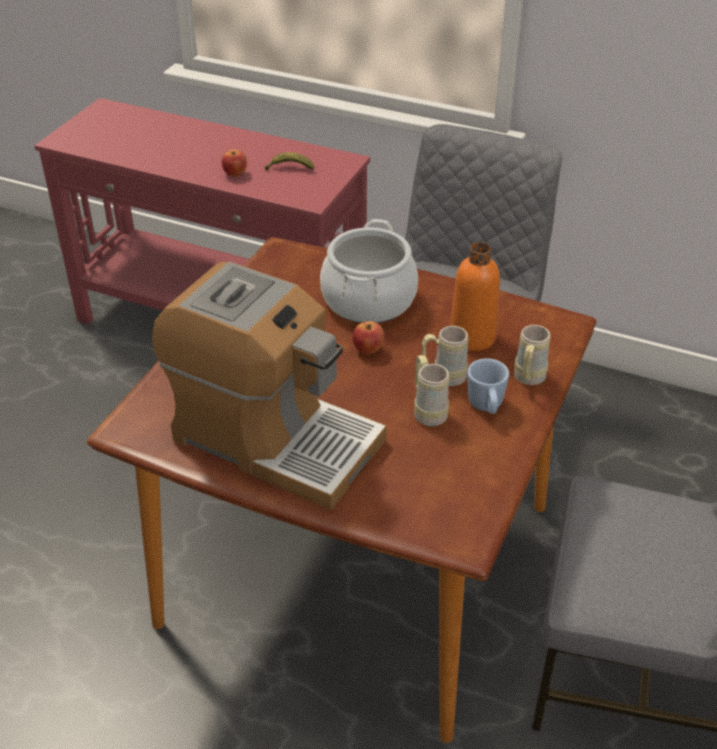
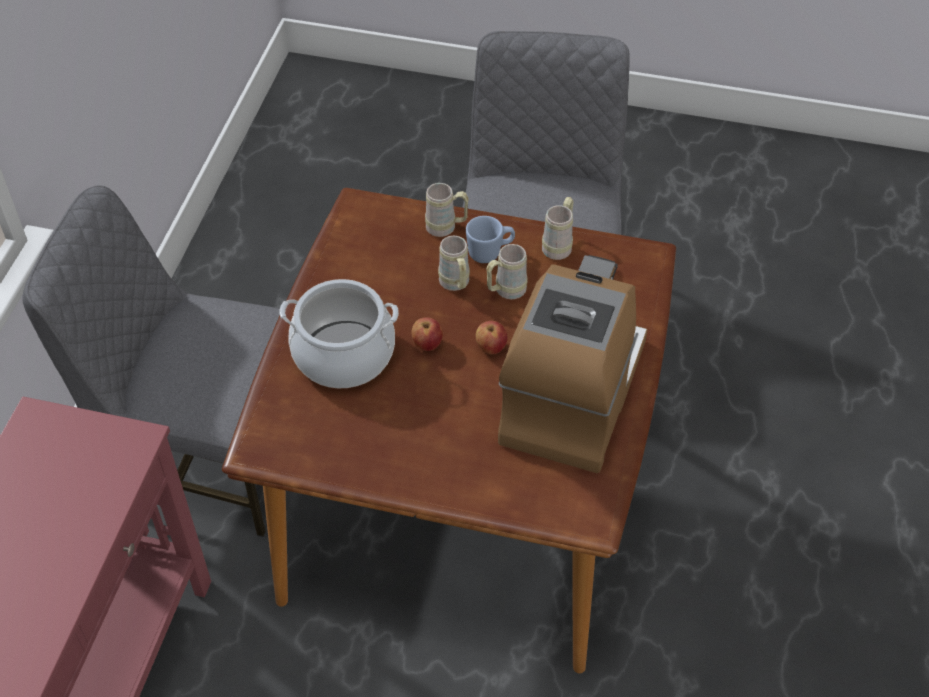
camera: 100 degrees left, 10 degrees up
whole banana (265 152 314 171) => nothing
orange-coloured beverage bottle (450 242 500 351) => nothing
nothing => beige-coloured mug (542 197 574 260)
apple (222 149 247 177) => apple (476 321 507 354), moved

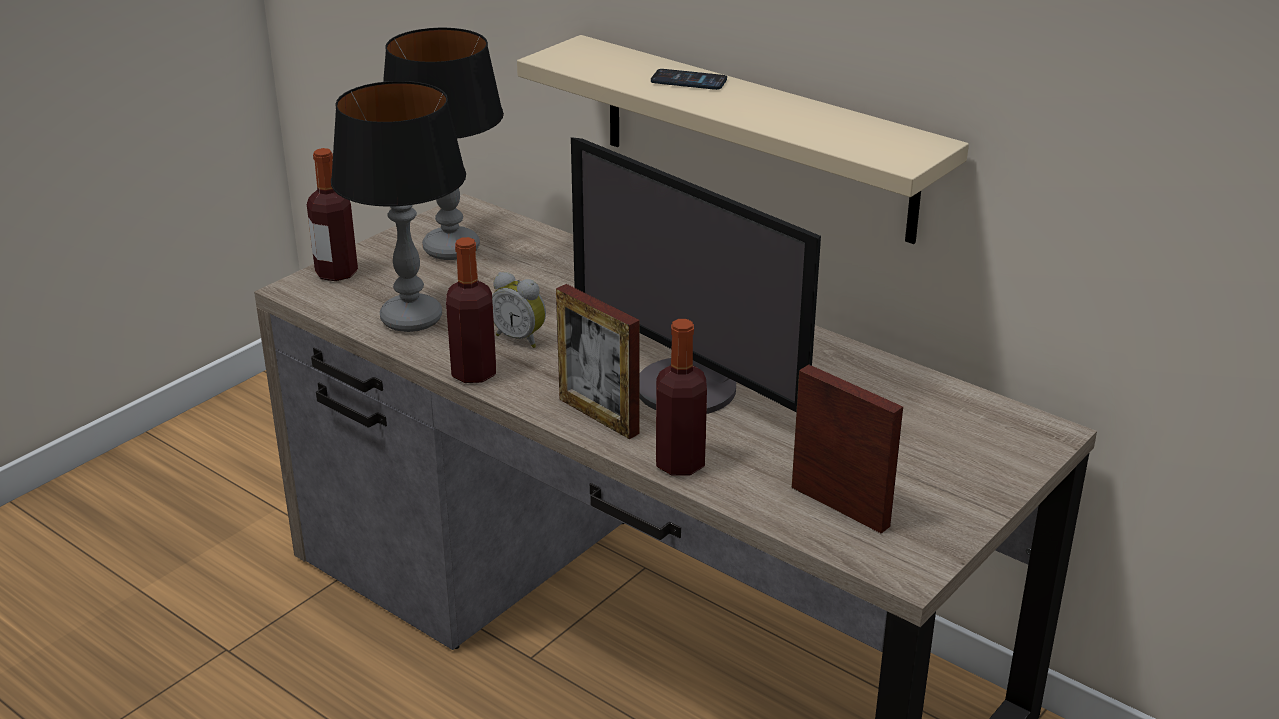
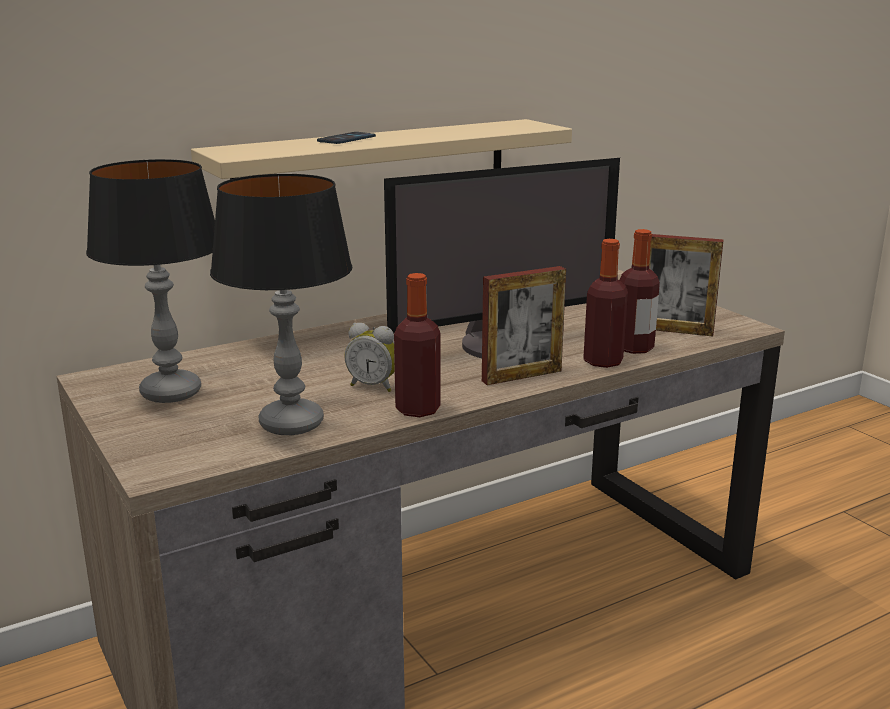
camera: 70 degrees left, 10 degrees down
beverage bottle (307 148 358 281) => beverage bottle (619 229 660 354), moved
alarm clock (492 272 546 348) => alarm clock (344 323 395 392), 60 degrees clockwise
standing frame (792 365 903 533) => standing frame (649 234 724 336), 135 degrees counterclockwise

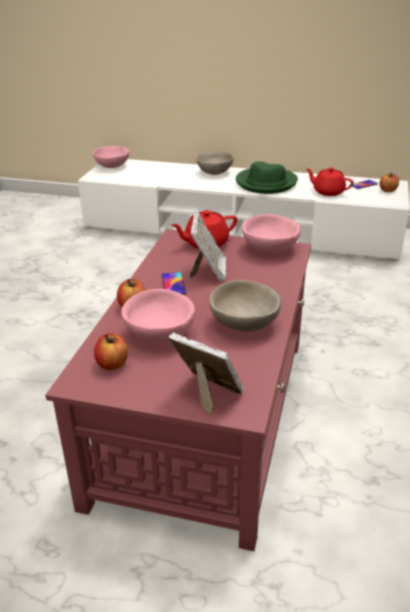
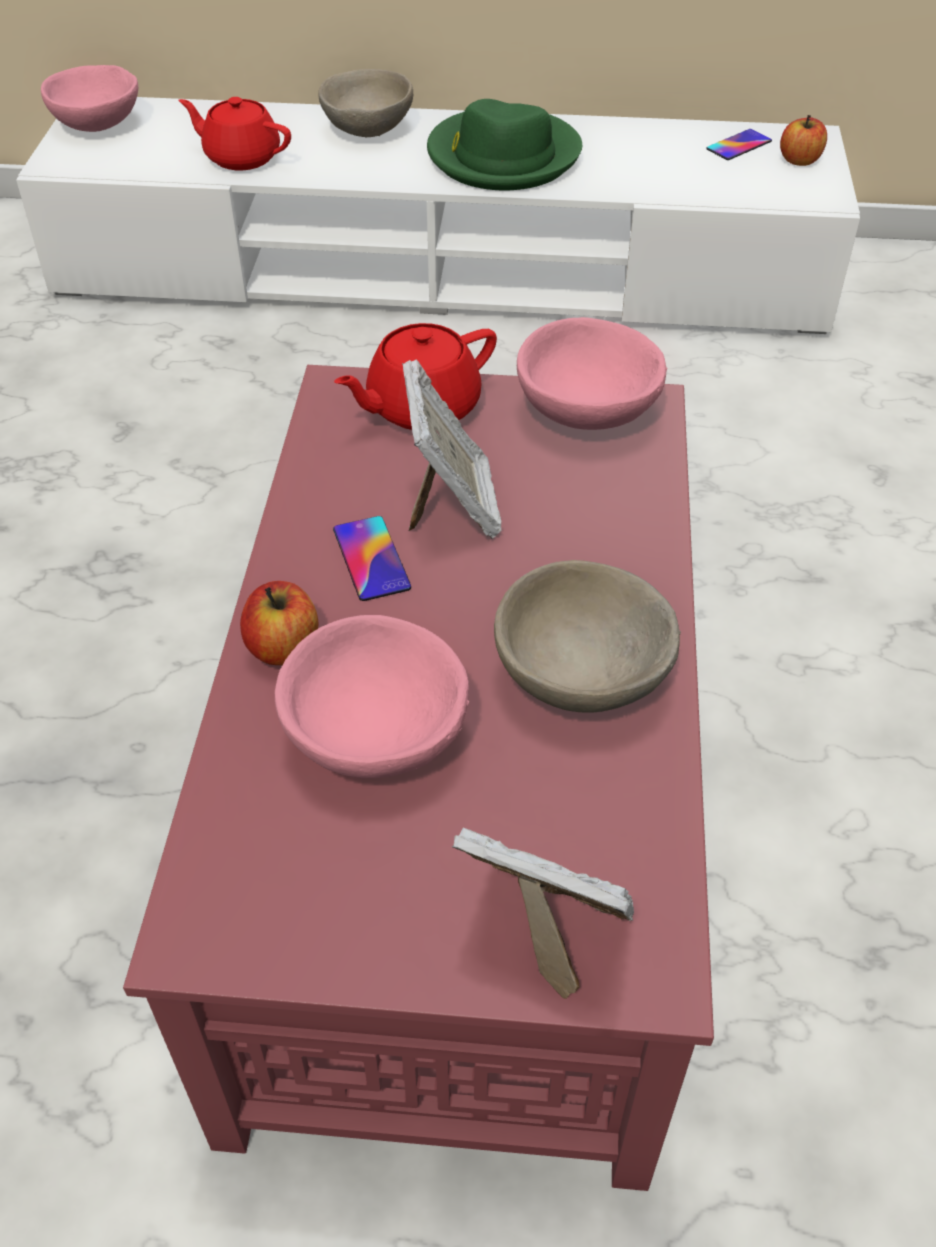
camera: 10 degrees left, 15 degrees up
apple (94 333 128 370) => nothing
red-coloured teapot (305 167 354 196) => red-coloured teapot (179 97 291 170), moved

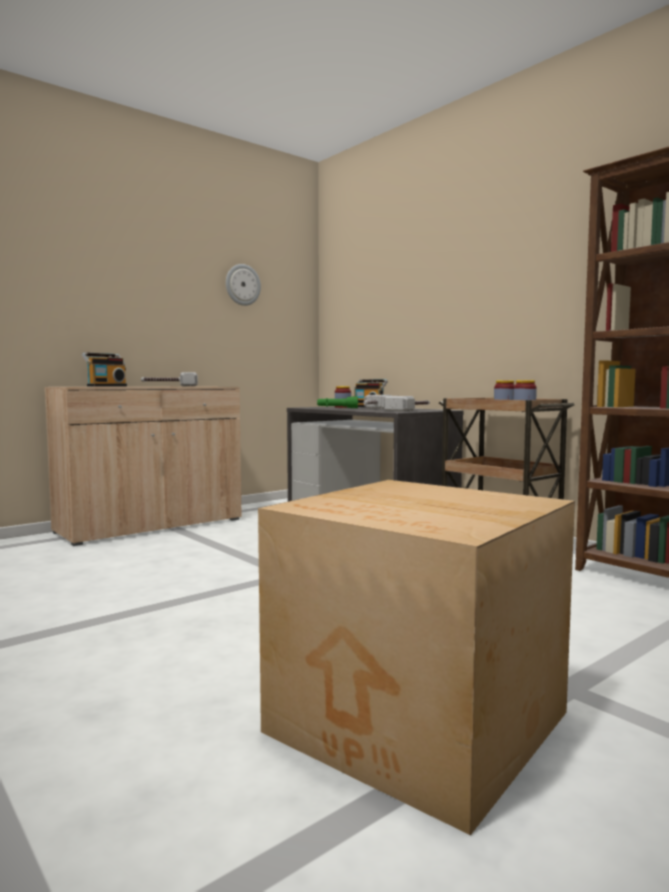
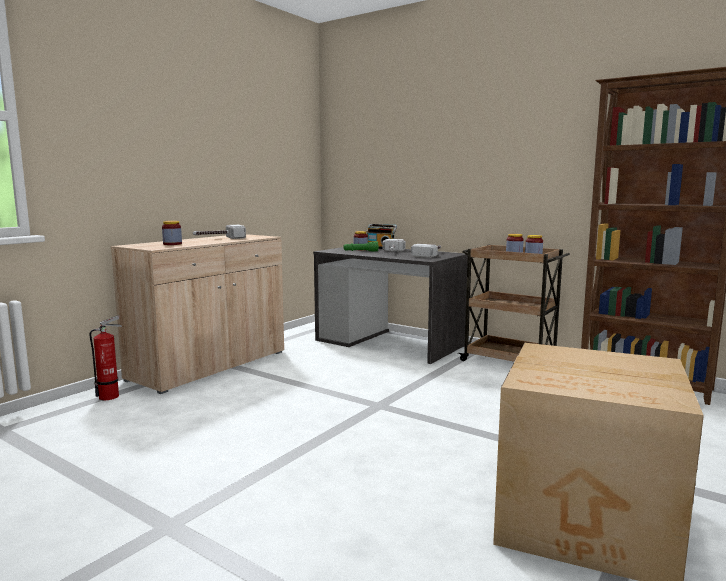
camera: 15 degrees left, 5 degrees up
wall clock (226 264 261 306) => nothing
nothing => extinguisher (90 315 122 400)
radio receiver (82 352 127 387) => preserve jar (162 221 182 245)

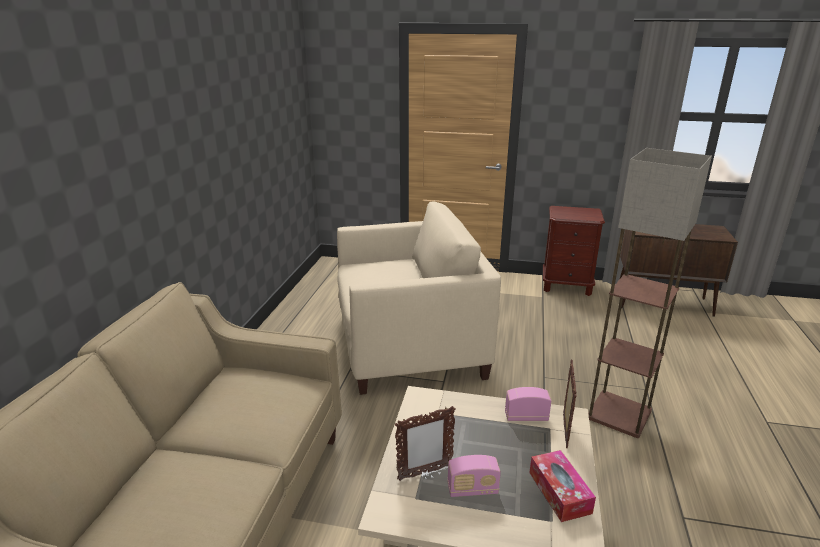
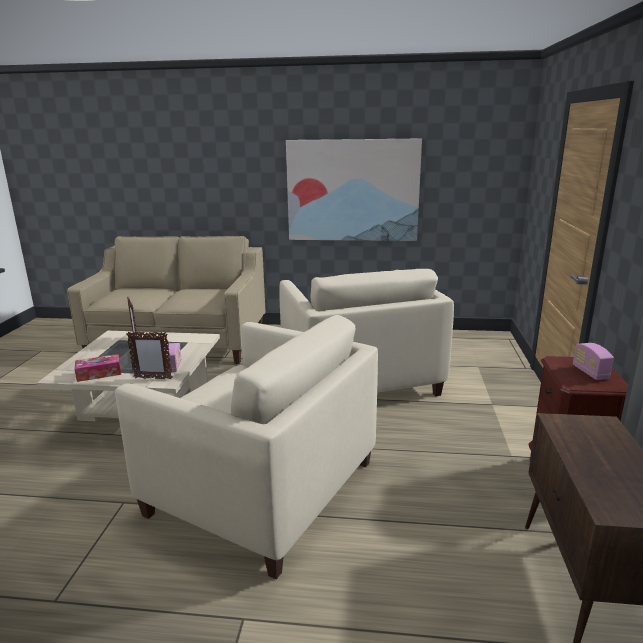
camera: 85 degrees right, 5 degrees down
nothing => picture (286 139 422 241)
radio receiver (447 455 501 497) => radio receiver (573 343 614 380), moved
floor lamp (588 148 712 438) => beige-coloured easy chair (115 315 378 579)

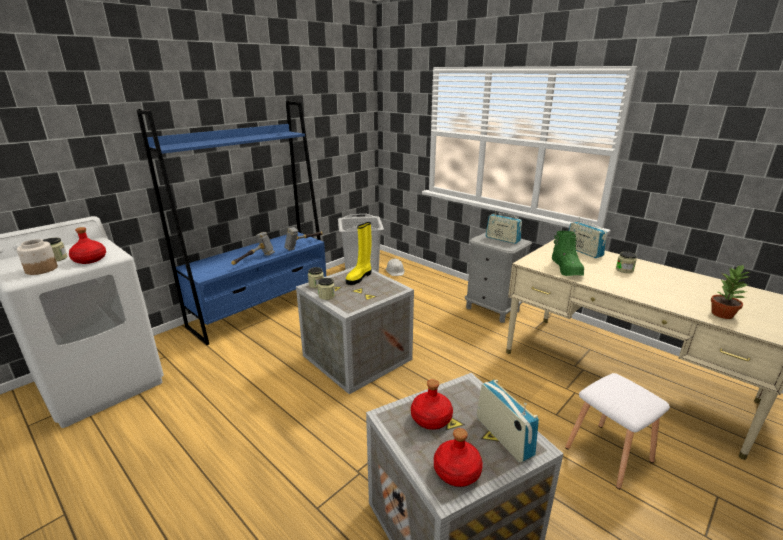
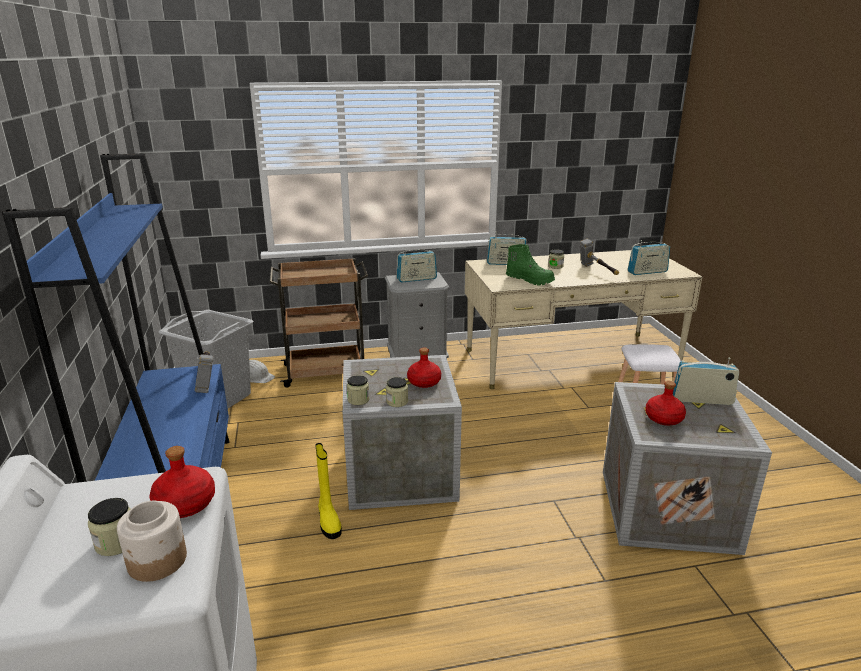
camera: 55 degrees left, 0 degrees up
nothing => brown-coloured cart (269 258 368 388)
tool hammer (231 232 275 265) => tool hammer (580 239 619 275), moved
yellow-coloured boot (346 222 371 285) => yellow-coloured boot (315 443 342 539), moved
red-coloured beverage bottle (434 428 483 487) => red-coloured beverage bottle (407 348 441 388), moved
potted plant (711 264 750 319) => radio receiver (627 240 670 275)

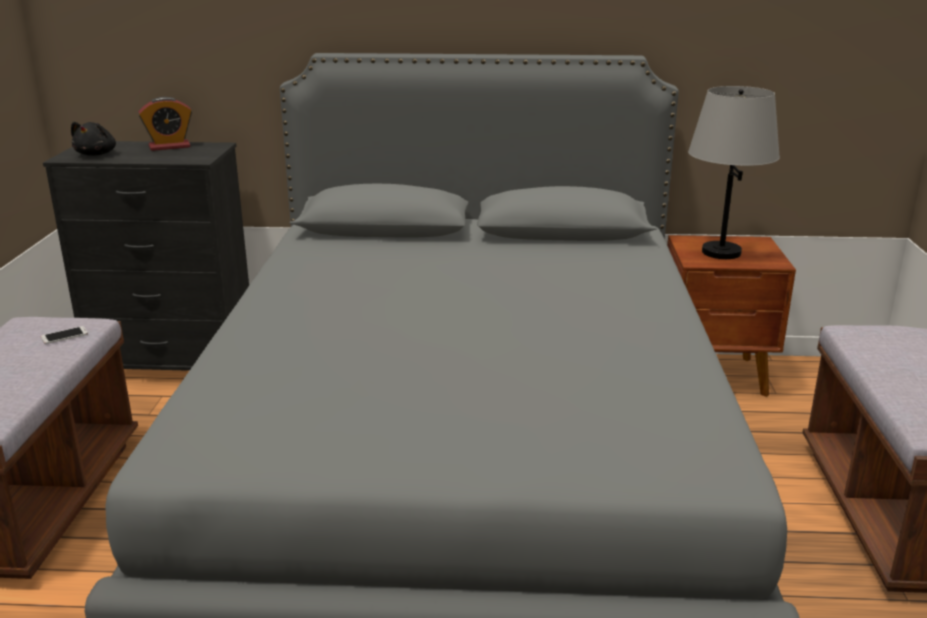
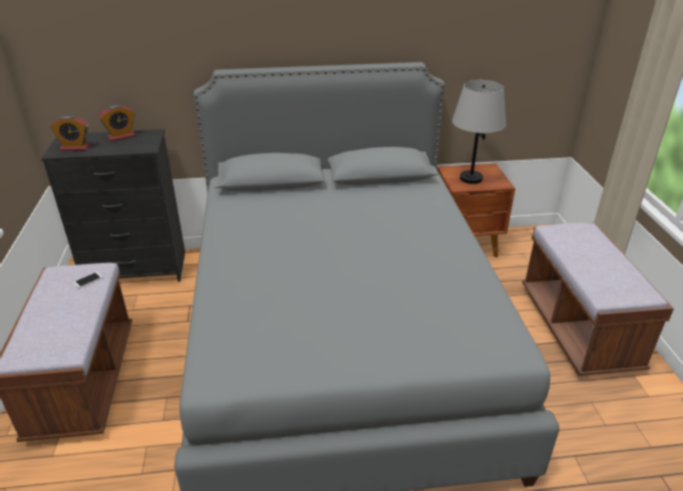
camera: 10 degrees left, 10 degrees up
blackish soft toy (71 122 116 156) => alarm clock (50 115 90 151)

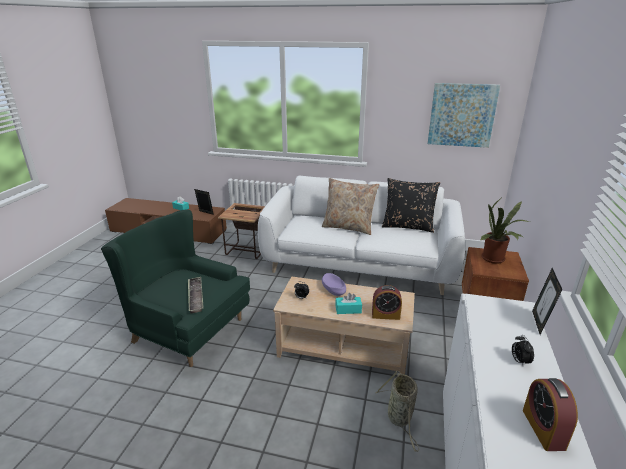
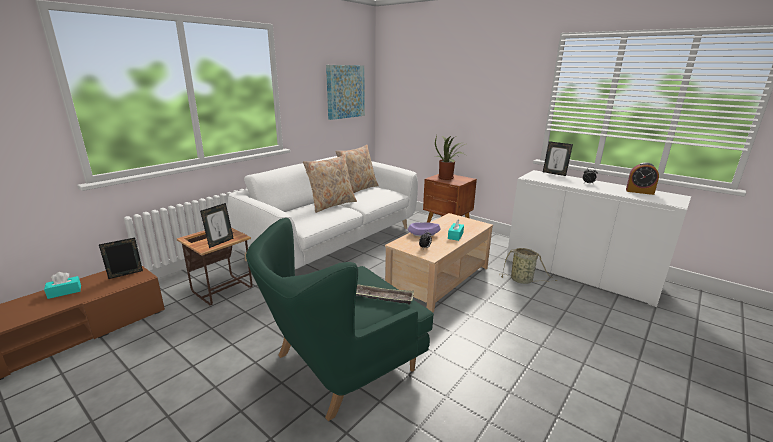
camera: 65 degrees left, 5 degrees down
alarm clock (372 285 402 320) => nothing
nothing => standing frame (200 203 234 248)
blackish cushion (382 178 440 233) => beige-coloured cushion (335 145 379 193)

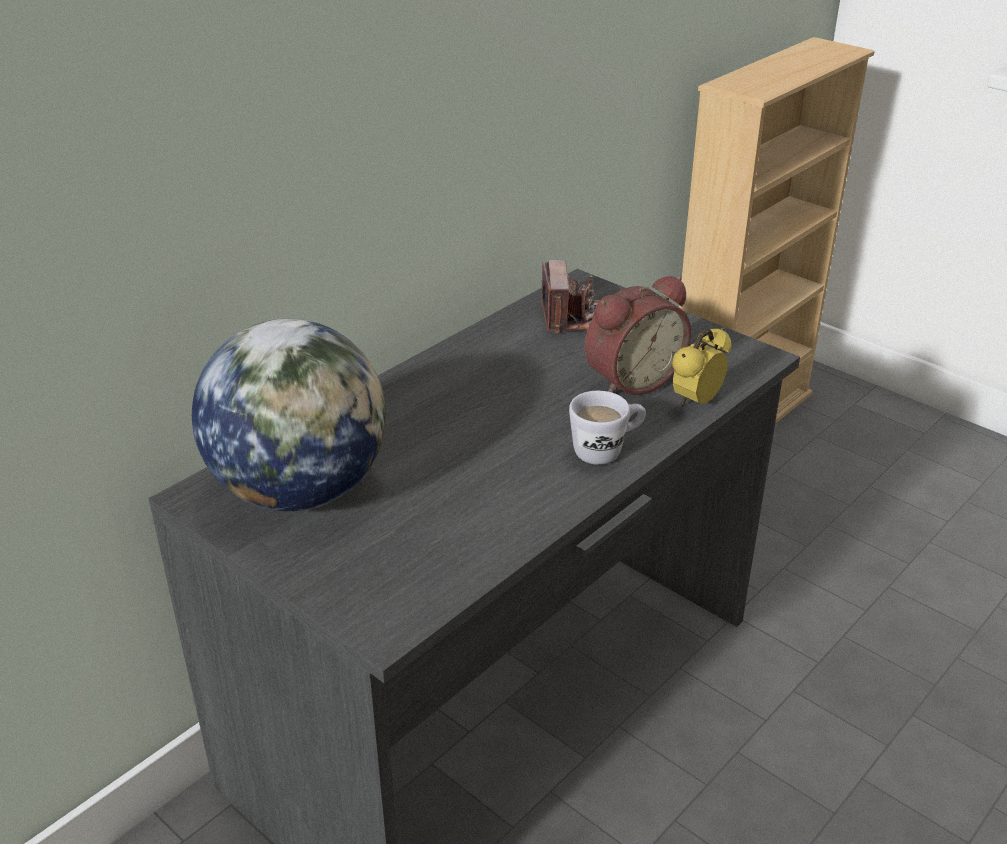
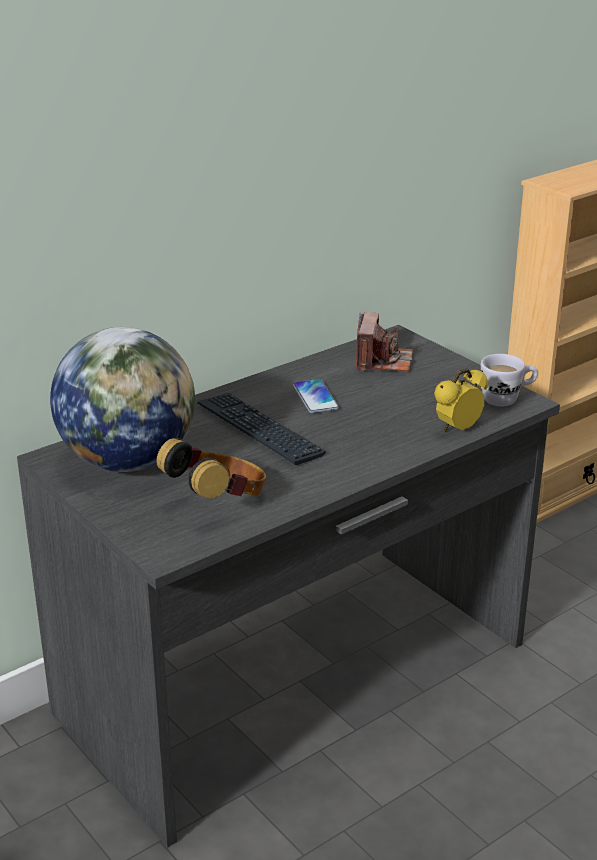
camera: 10 degrees right, 5 degrees down
alarm clock (584 276 691 395) => nothing
nothing => headset (156 438 266 500)
nothing => PC keyboard (197 393 326 465)
nothing => handset (293 379 339 413)
whitish mug (569 391 646 465) => whitish mug (481 354 538 406), moved

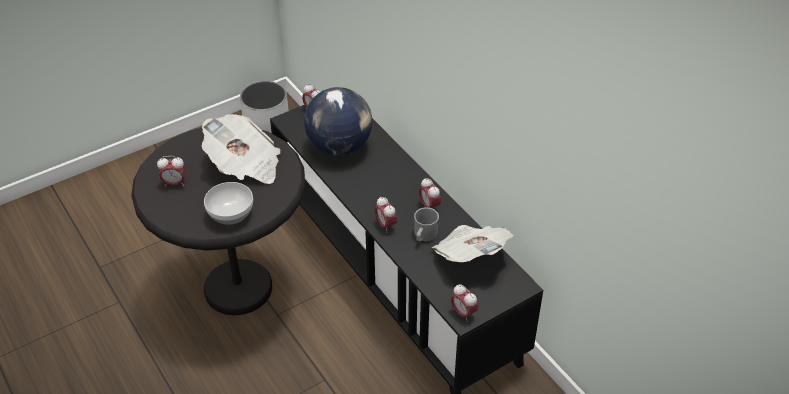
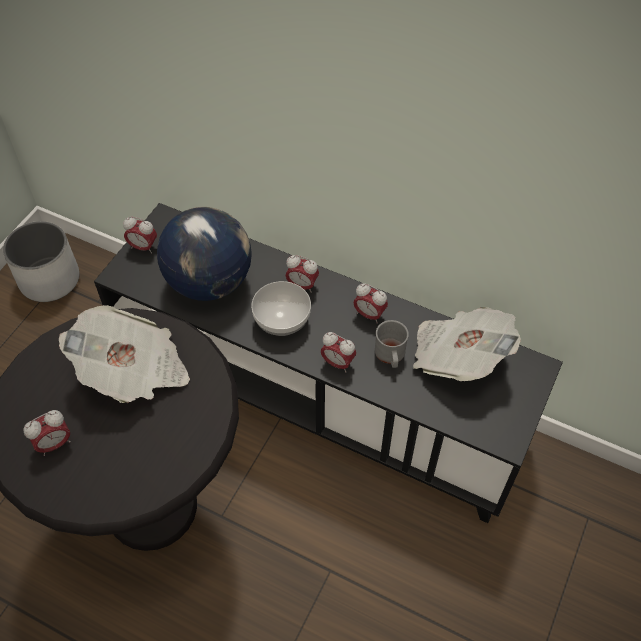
camera: 30 degrees left, 10 degrees up
serving bowl (204 182 253 225) => serving bowl (251 281 311 336), moved
alarm clock (451 284 478 322) => alarm clock (285 255 319 293), moved

